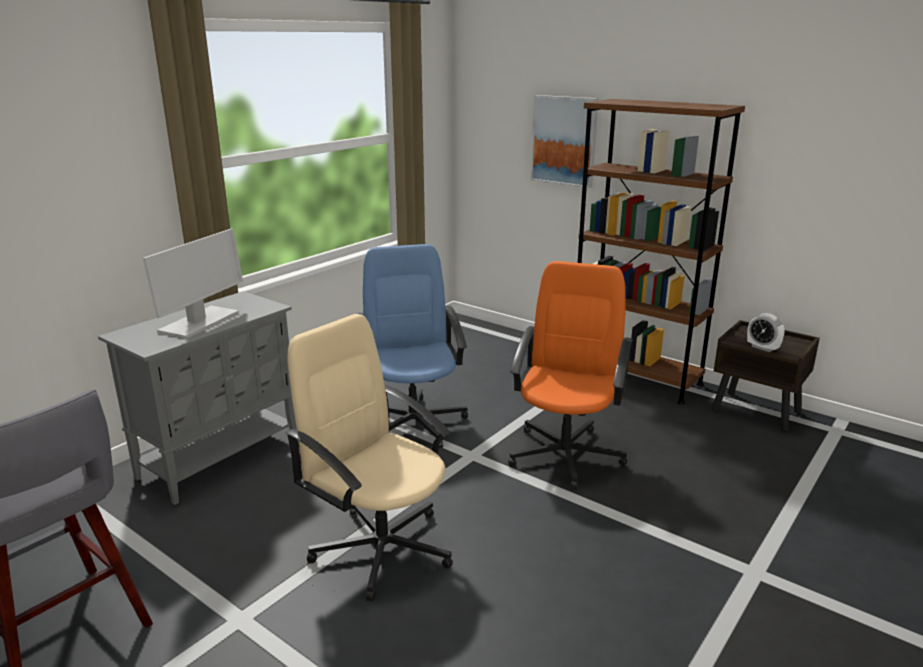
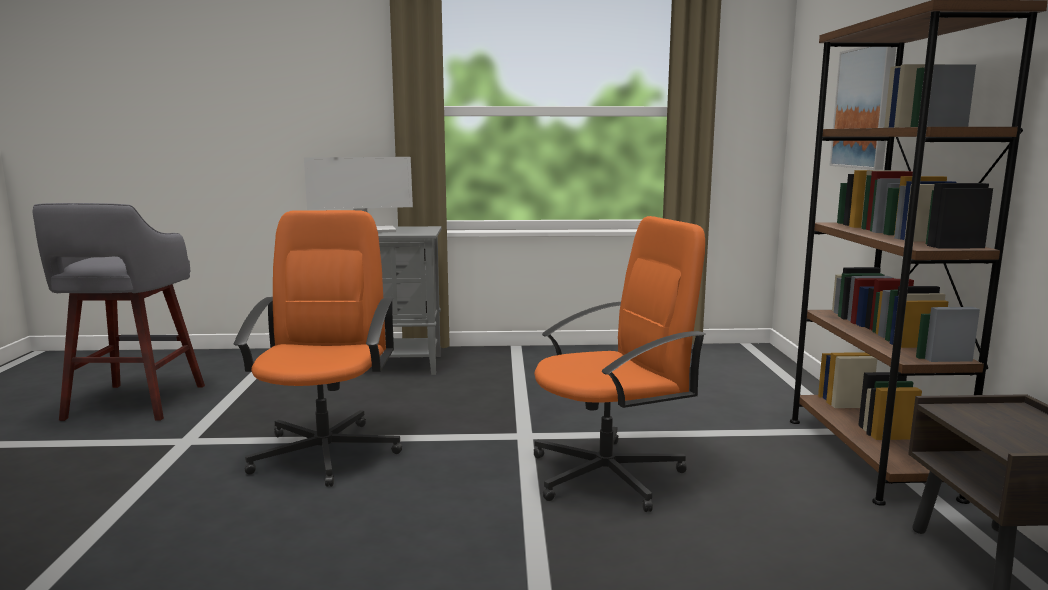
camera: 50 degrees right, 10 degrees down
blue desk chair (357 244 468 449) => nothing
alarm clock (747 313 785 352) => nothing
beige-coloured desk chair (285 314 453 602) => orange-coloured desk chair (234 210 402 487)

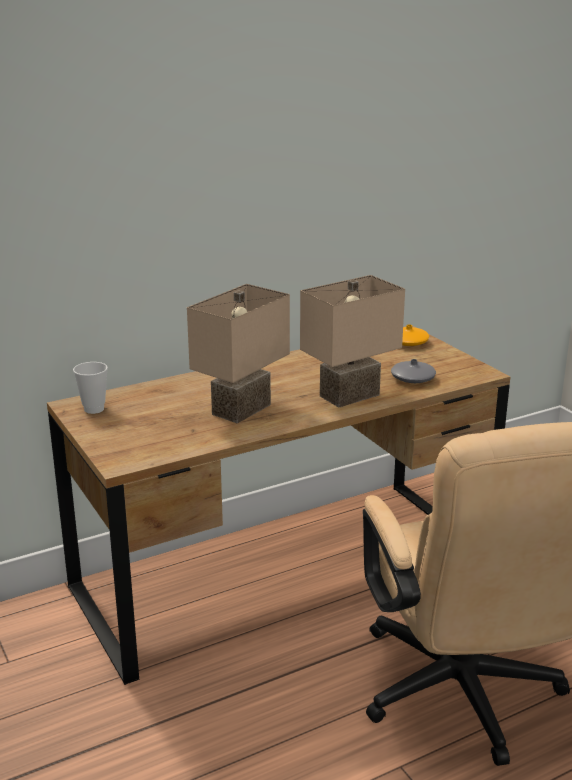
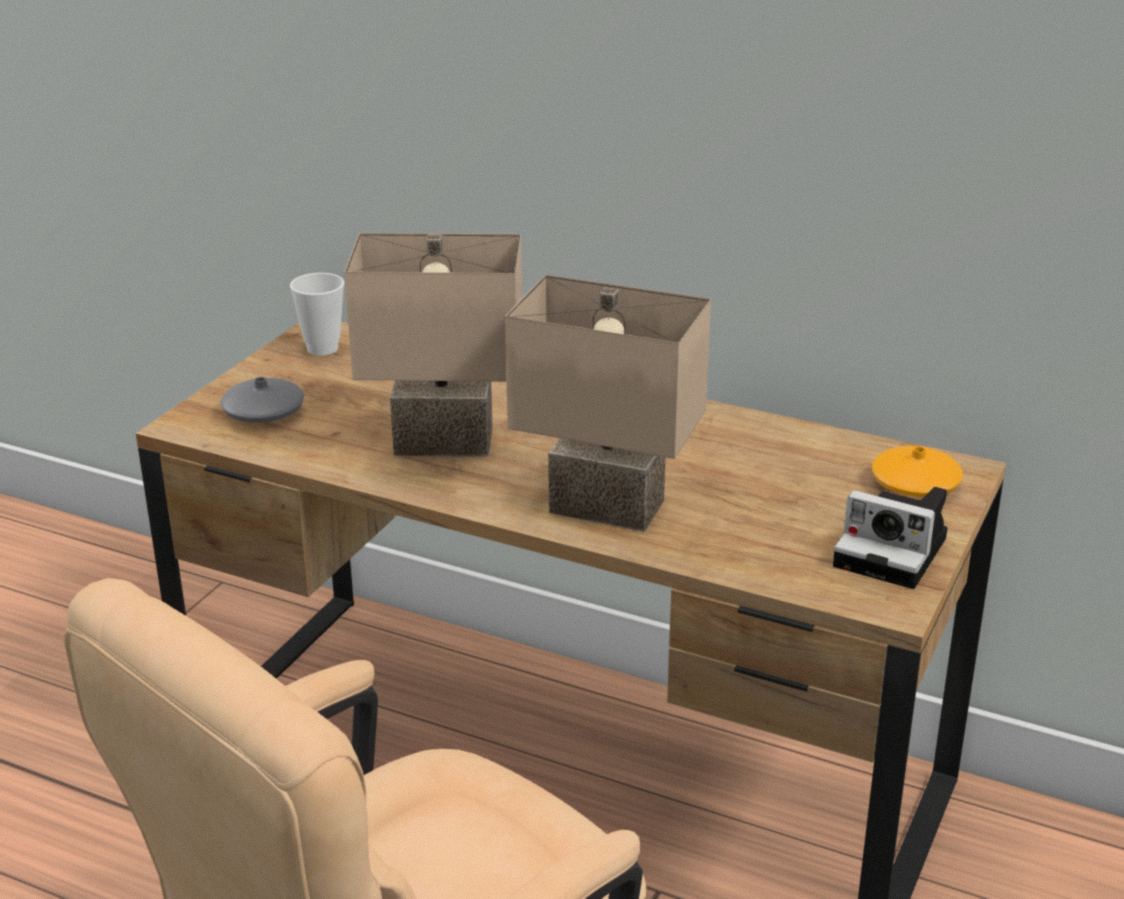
camera: 55 degrees right, 5 degrees up
nothing => still camera (833 487 948 589)
gray decorative vase (391 359 436 383) => gray decorative vase (221 377 304 423), moved

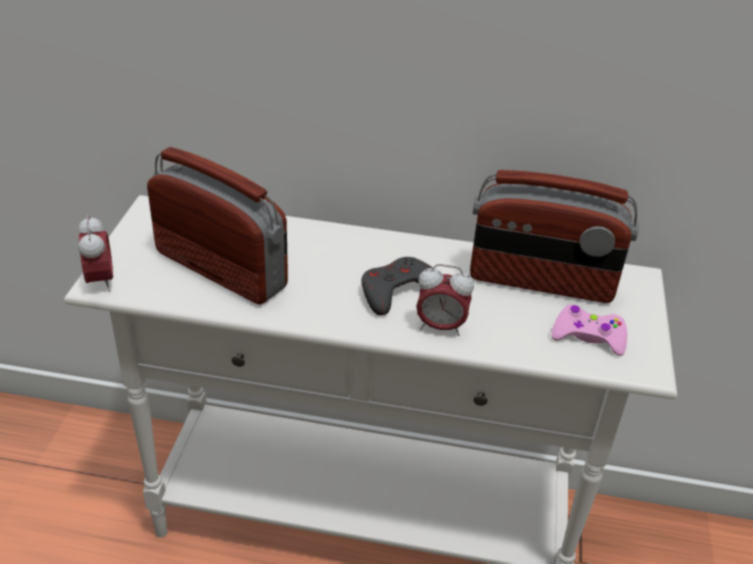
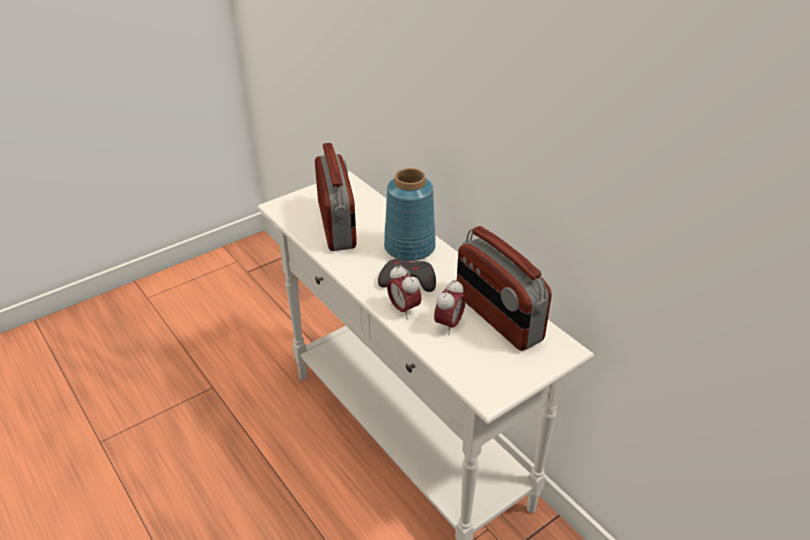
camera: 45 degrees right, 0 degrees up
pinkish game controller (551 305 627 356) => nothing
nothing => blue decorative vase (384 168 436 261)
alarm clock (78 215 113 292) => alarm clock (434 279 466 335), moved

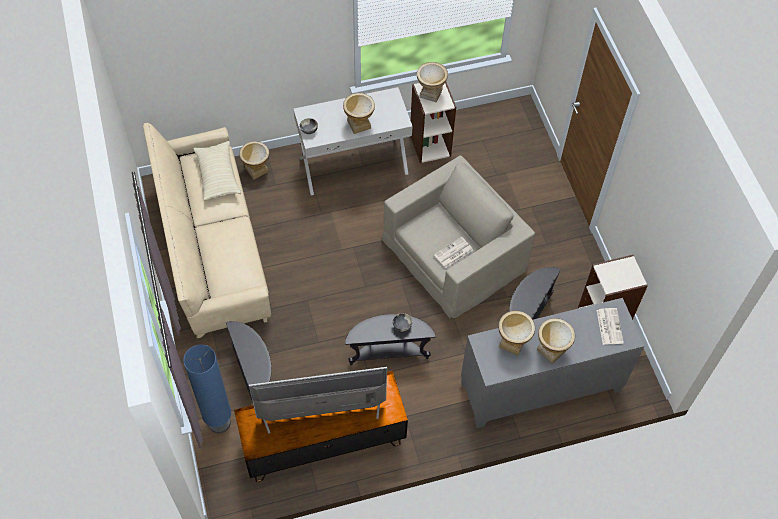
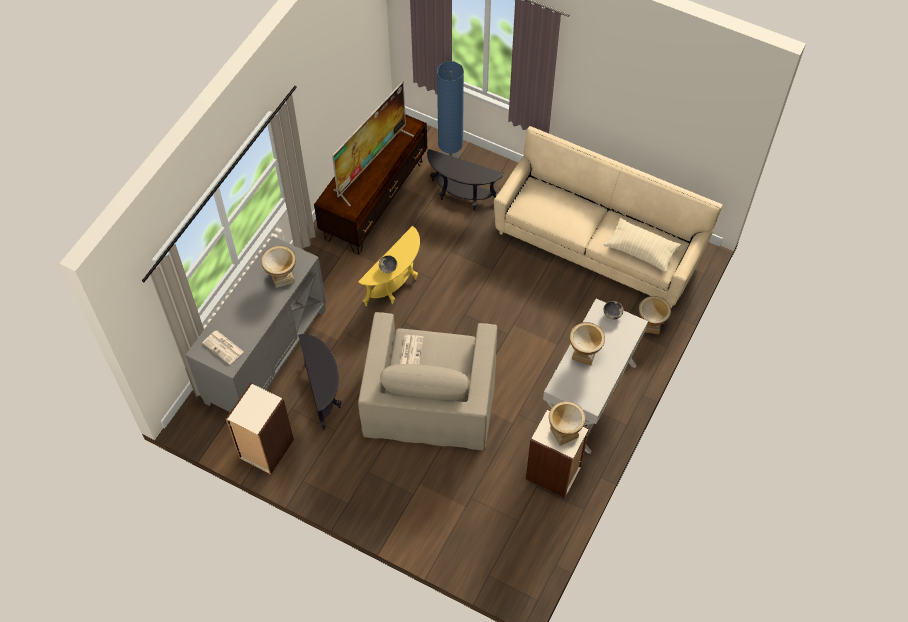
camera: 135 degrees right, 0 degrees up
decorative vase (537 318 575 364) => nothing
blackish accent table (345 314 435 365) => yellow-coloured accent table (358 226 420 306)

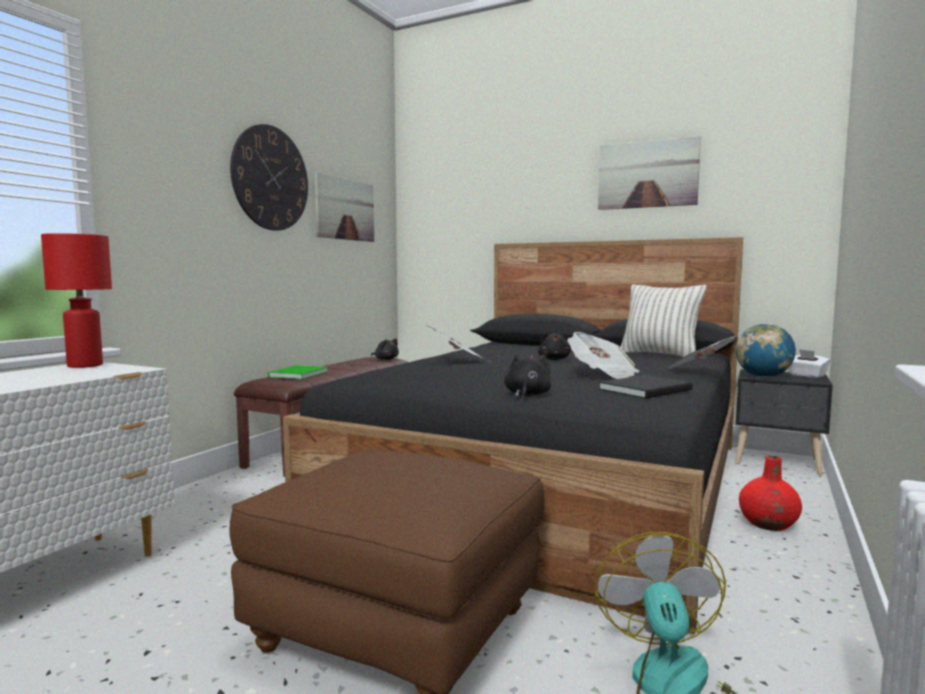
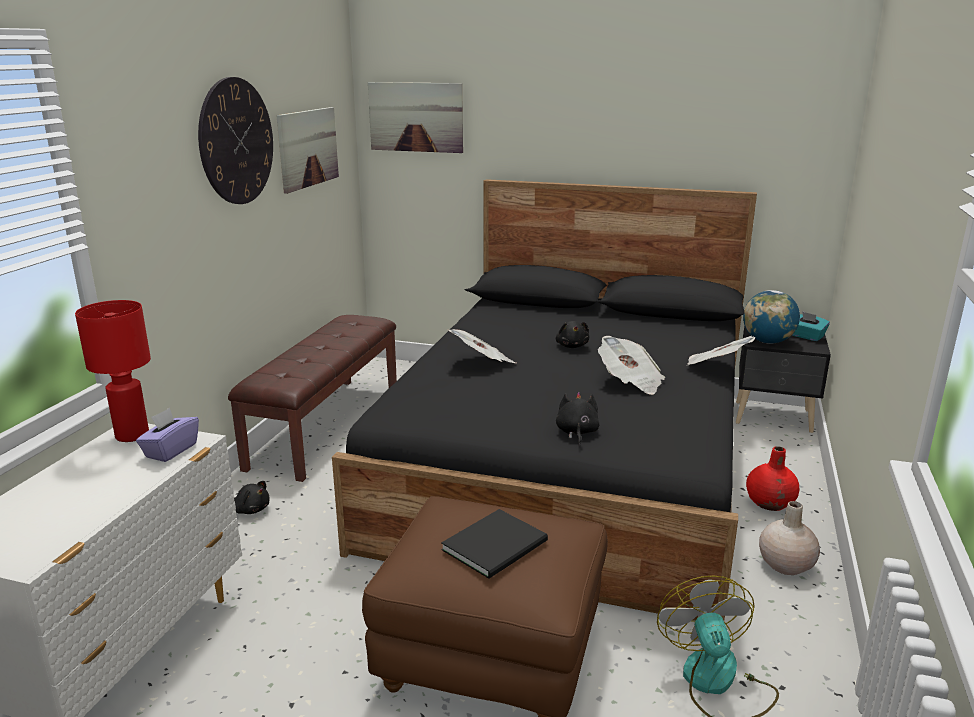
camera: 10 degrees left, 15 degrees up
greenish volume (268 365 328 379) => nothing
cushion (620 284 706 357) => nothing
nothing => purplish tissue holder (136 408 199 462)
nothing => beige-coloured decorative vase (759 501 820 575)
blackish soft toy (371 339 399 360) => blackish soft toy (234 481 270 514), moved
picture (598 136 701 210) => picture (368 82 463 153), moved
blackish volume (599 375 693 399) => blackish volume (441 509 548 579), moved
whitish tissue holder (788 349 830 378) => blue-green tissue holder (792 311 830 341)

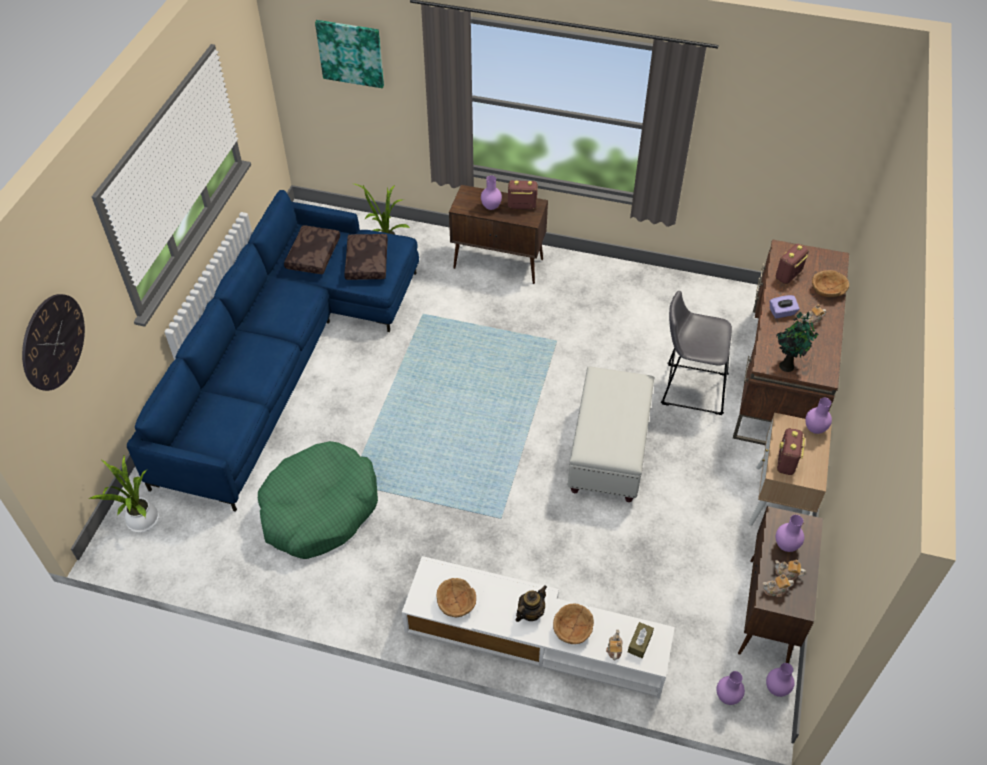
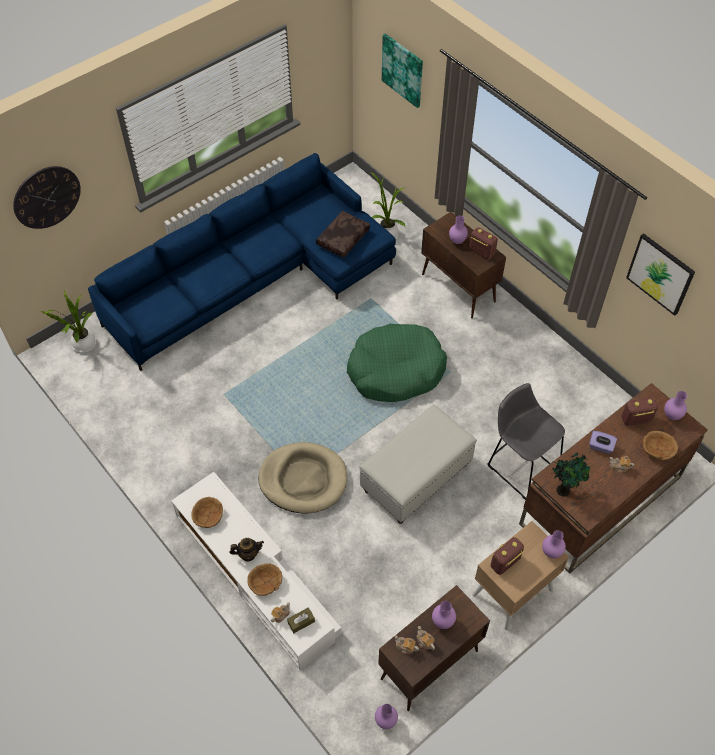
camera: 35 degrees right, 5 degrees up
brown-coloured cushion (284 225 340 274) => nothing
nothing => beige-coloured dog bed (259 442 347 514)
nothing => picture (626 233 695 316)
greenish dog bed (258 441 378 559) => greenish dog bed (347 324 447 402), moved
purplish decorative vase (717 671 745 705) => purplish decorative vase (664 391 687 420), moved

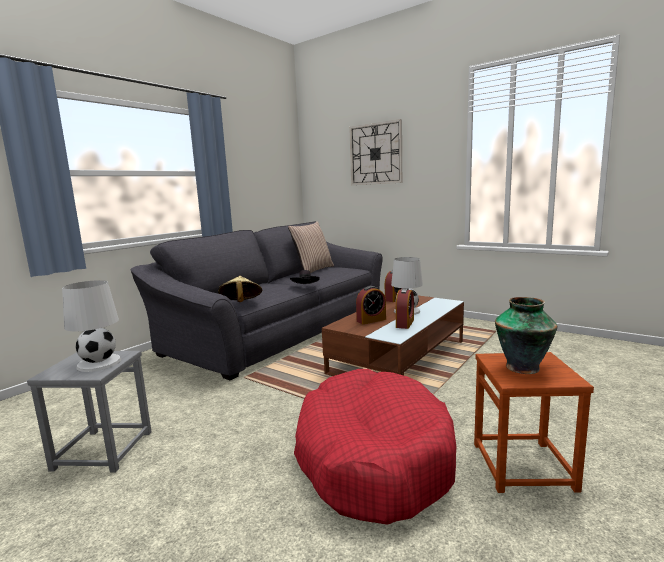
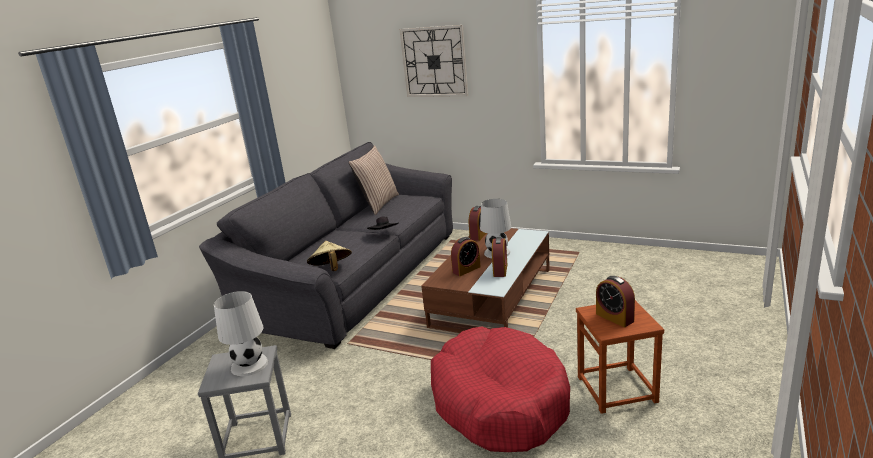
camera: 10 degrees left, 10 degrees up
decorative vase (495 297 558 374) => alarm clock (596 276 635 327)

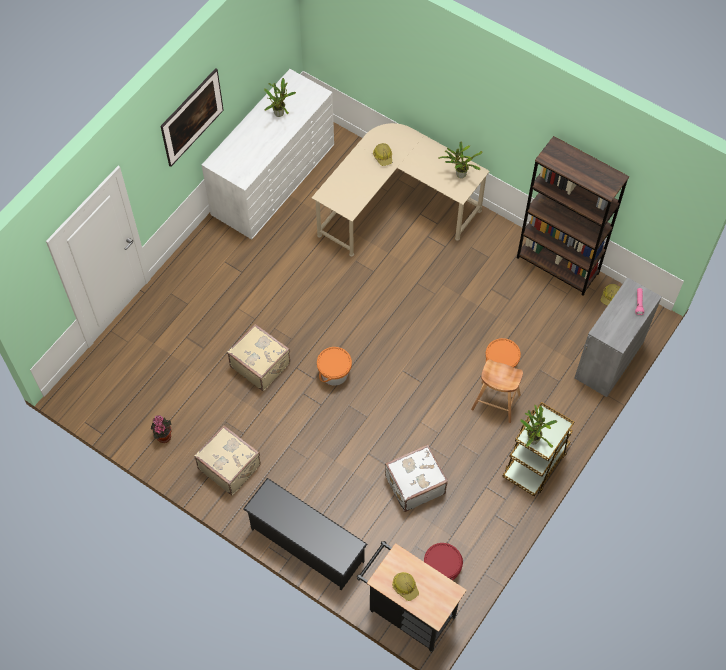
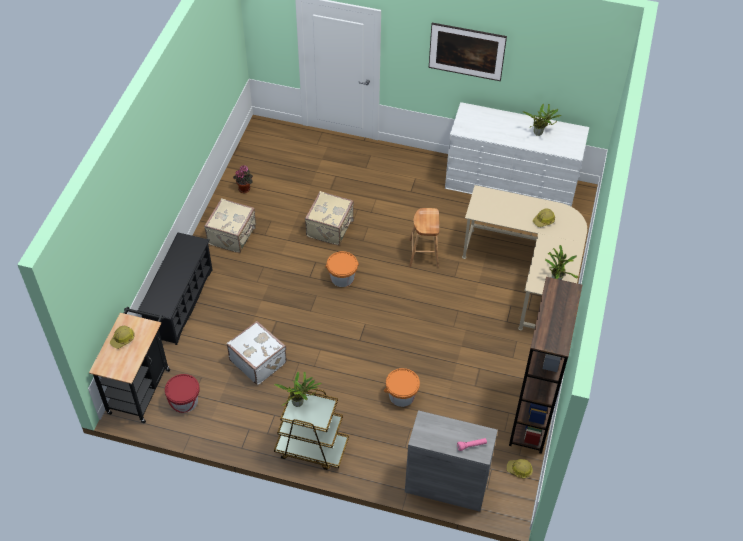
camera: 70 degrees right, 10 degrees down
brown-coloured sitting stool (471 359 523 423) => brown-coloured sitting stool (409 208 439 268), moved

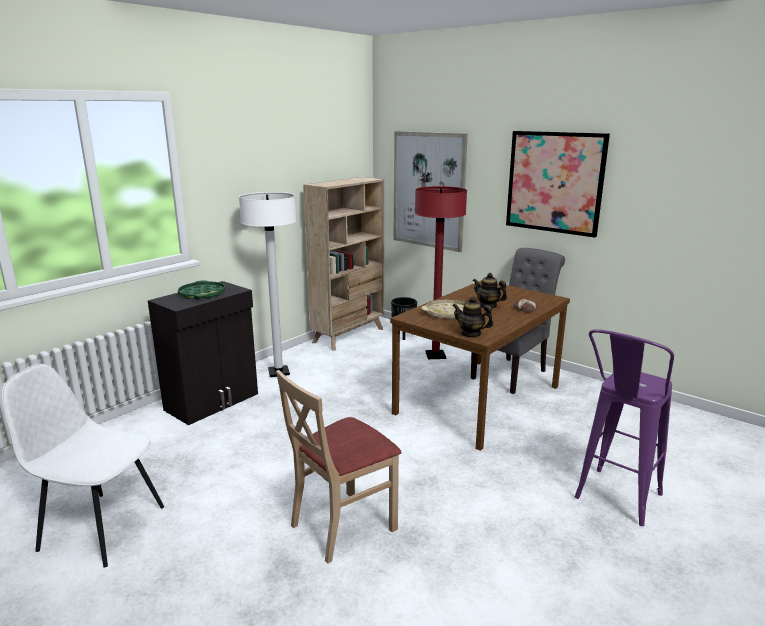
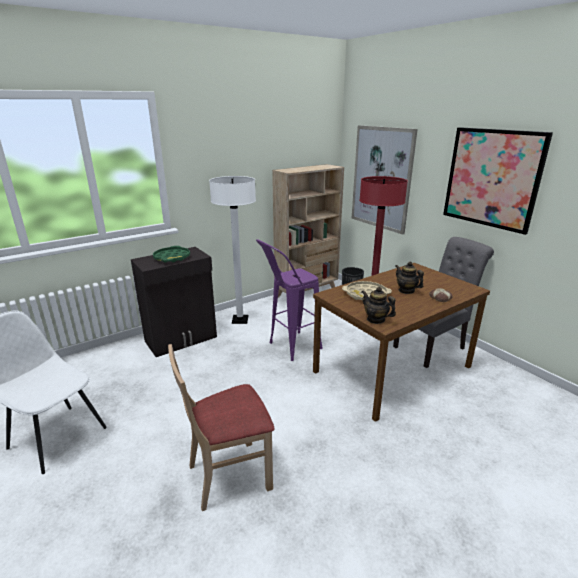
camera: 15 degrees right, 5 degrees up
purplish sitting stool (575 329 674 526) => purplish sitting stool (256 239 323 361), moved

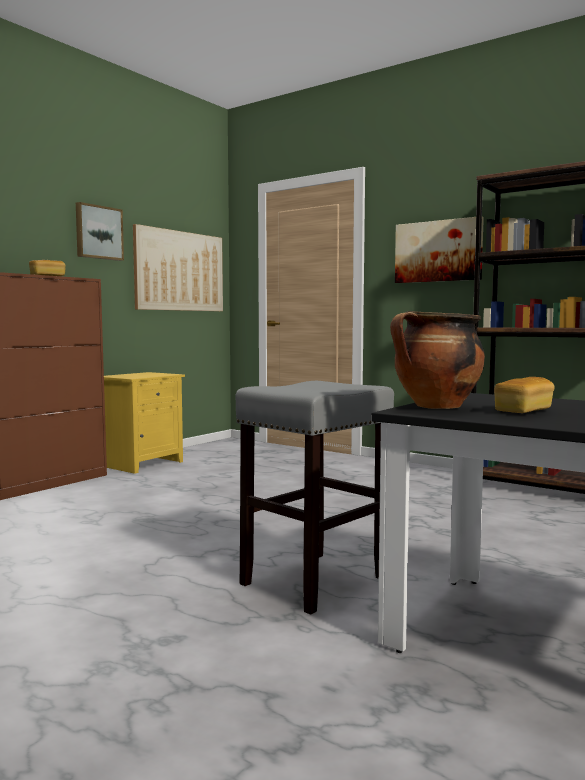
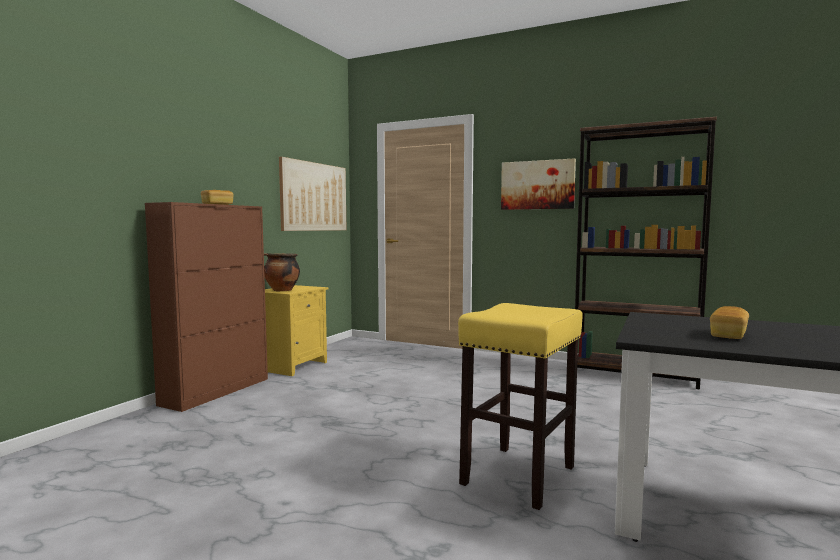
camera: 10 degrees left, 0 degrees up
picture (76 202 124 261) => nothing
stockpot (390 311 485 409) => stockpot (264 253 300 291), moved
gray sitting stool (235 381 394 615) => yellow-coloured sitting stool (458 303 583 510)

